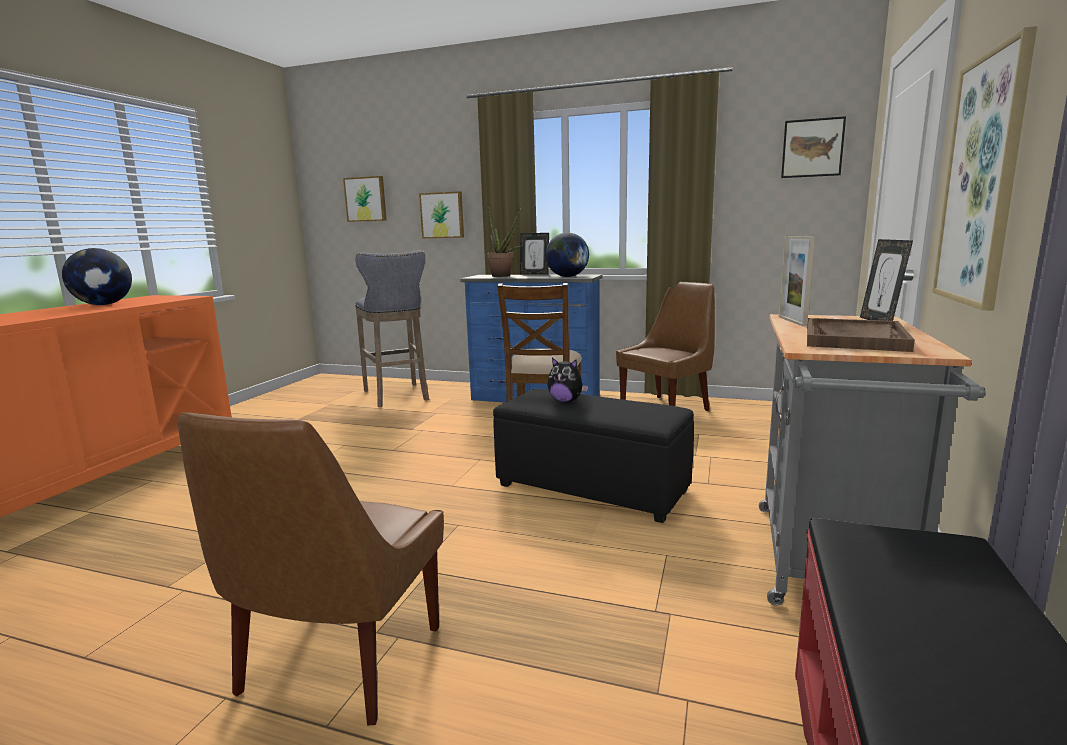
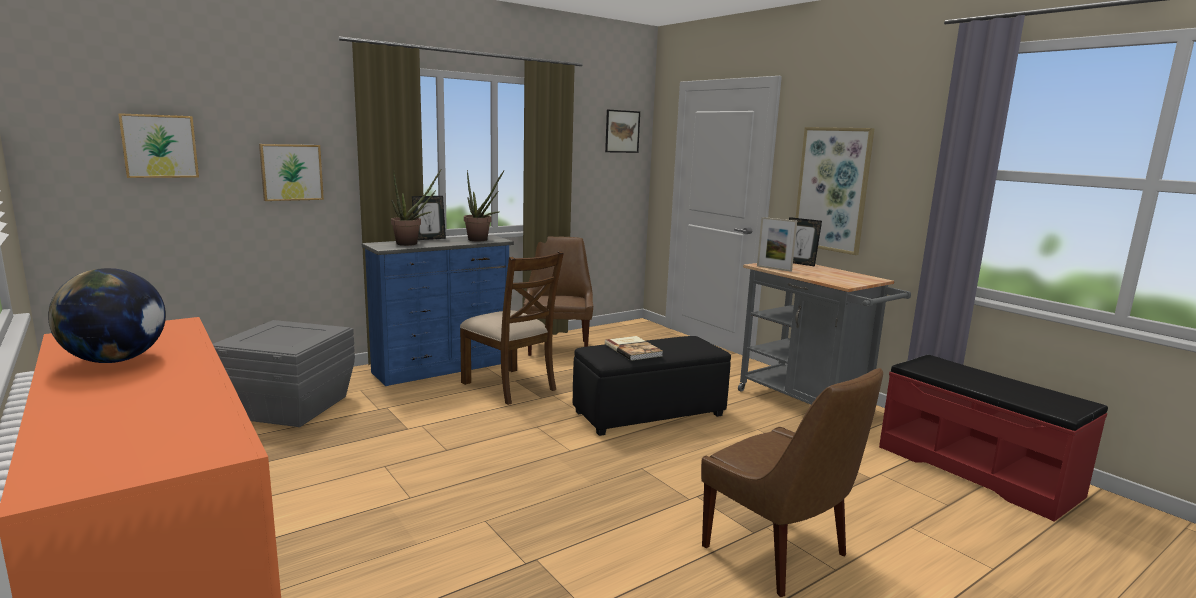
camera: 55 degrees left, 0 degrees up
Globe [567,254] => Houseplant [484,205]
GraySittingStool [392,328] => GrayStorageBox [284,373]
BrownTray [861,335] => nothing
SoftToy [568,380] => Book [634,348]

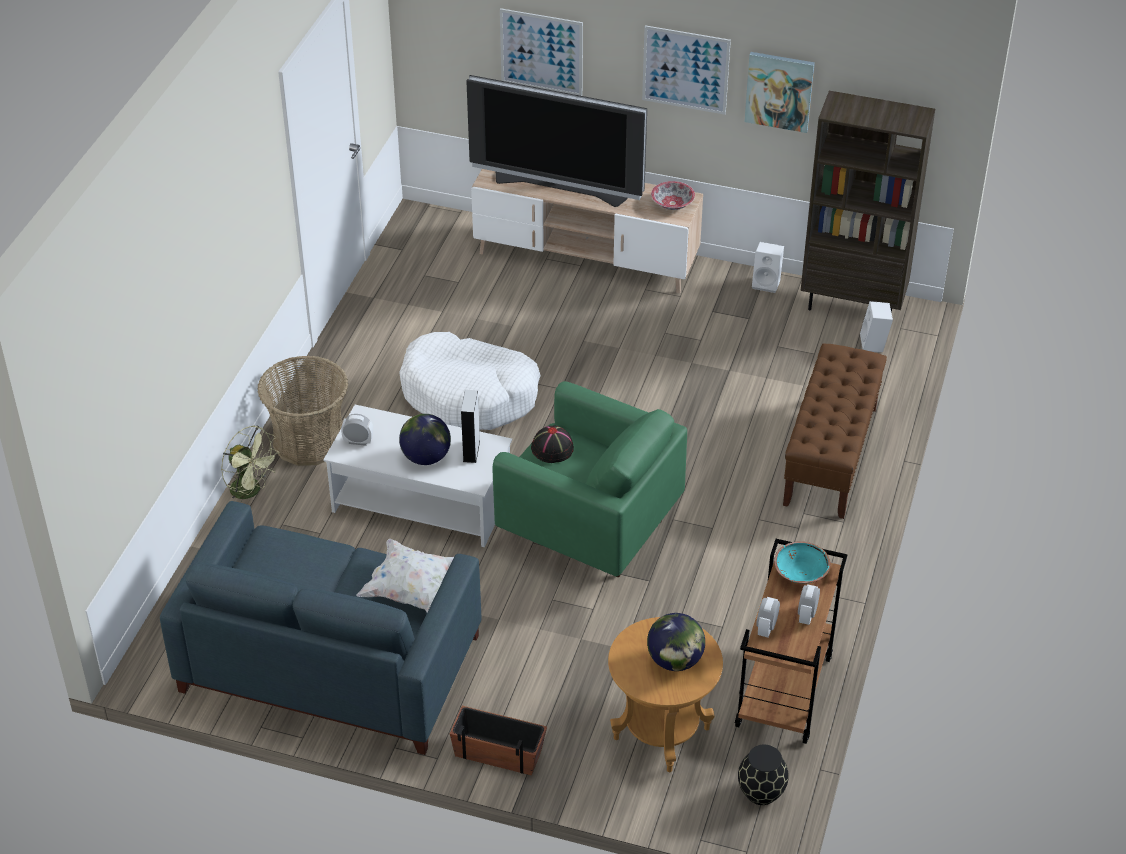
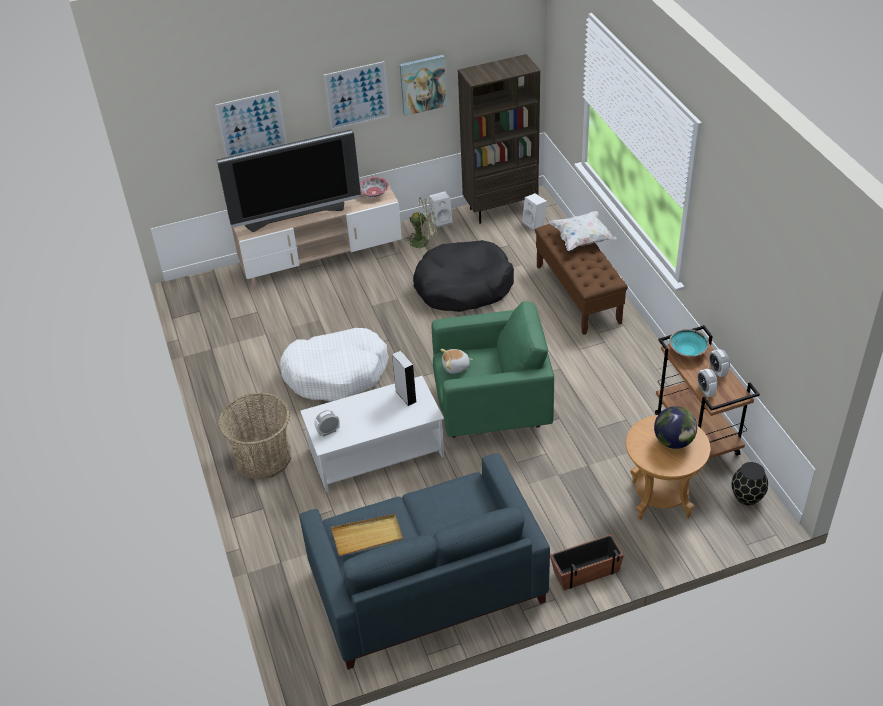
camera: 35 degrees left, 0 degrees up
Globe [425,439] => nothing
GreenishElectricFan [250,462] => GreenishElectricFan [420,223], relocated
BlackColouredWearableHat [552,444] => SoftToy [456,361]
WhiteCushion [405,575] => WhiteCushion [583,231], relocated
nothing => BlackColouredPetBed [463,276]
nothing => BeigeTray [367,535]

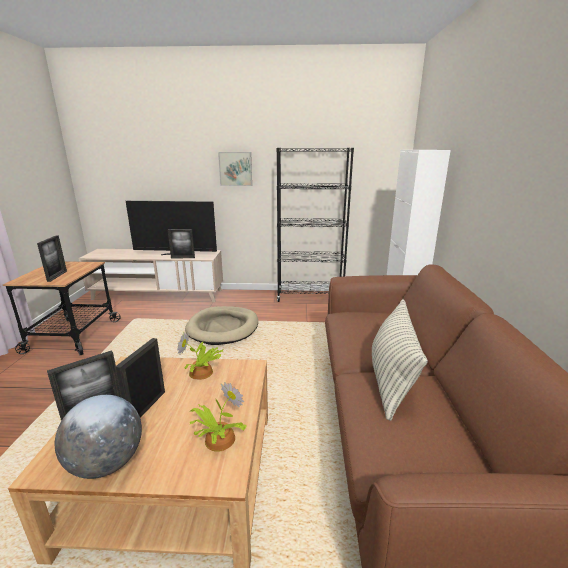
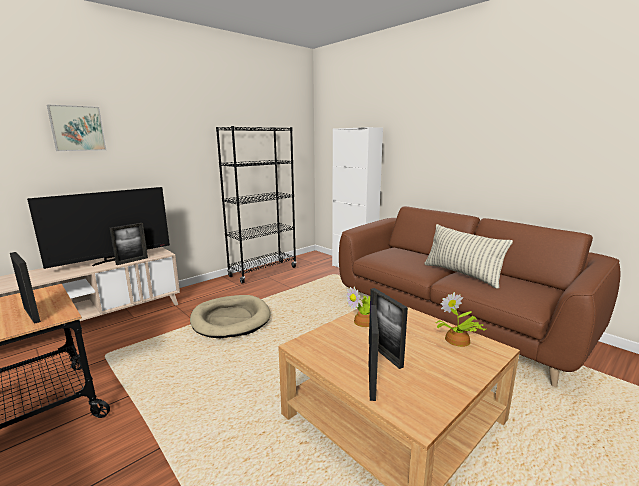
camera: 45 degrees left, 5 degrees down
WallArt [235,169] => WallArt [76,127], relocated
Globe [98,437] => nothing

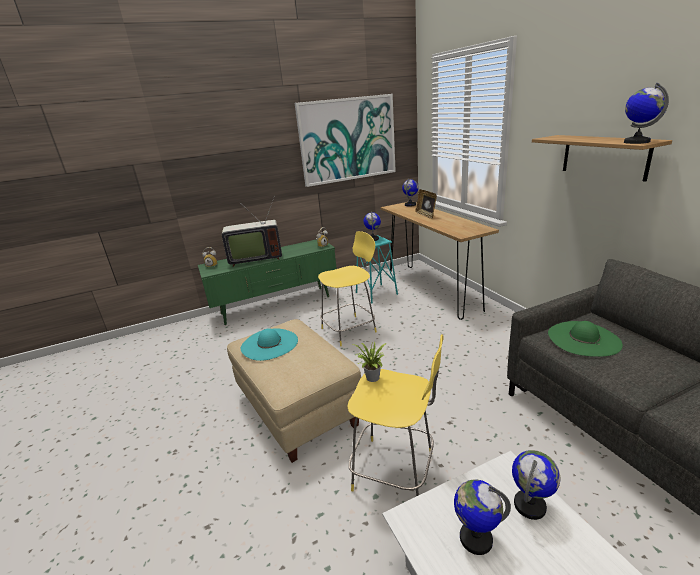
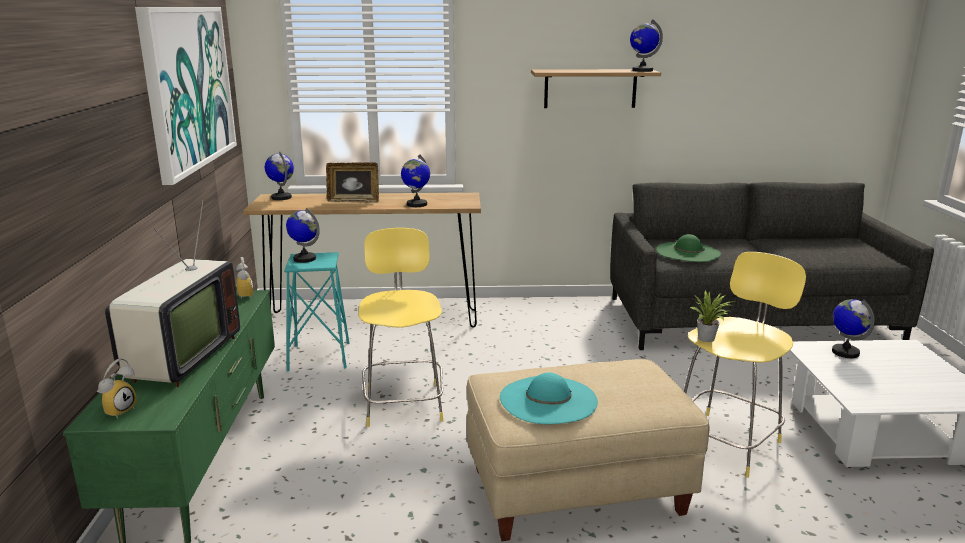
camera: 70 degrees left, 5 degrees down
Globe [482,517] => Globe [415,180], relocated

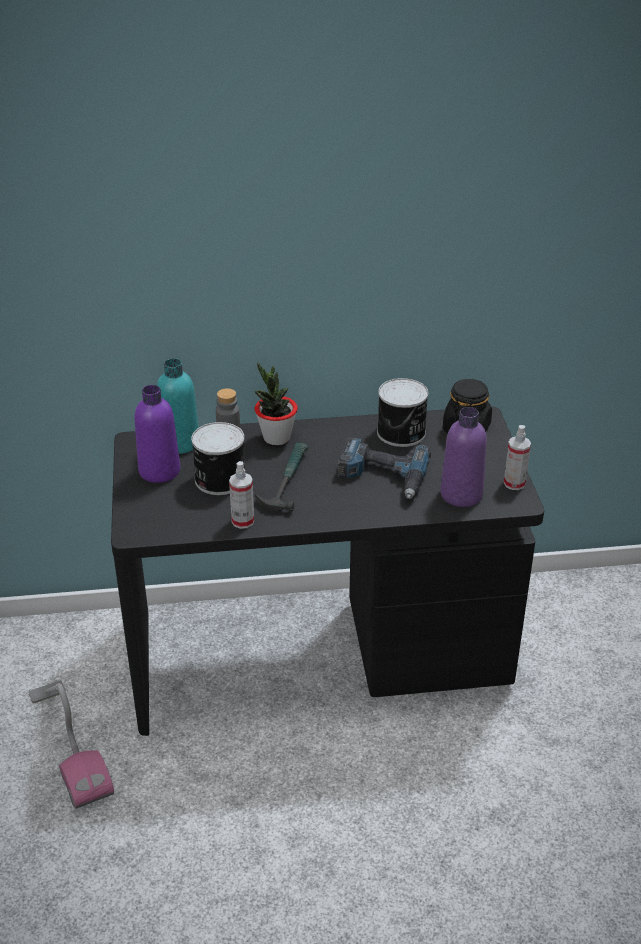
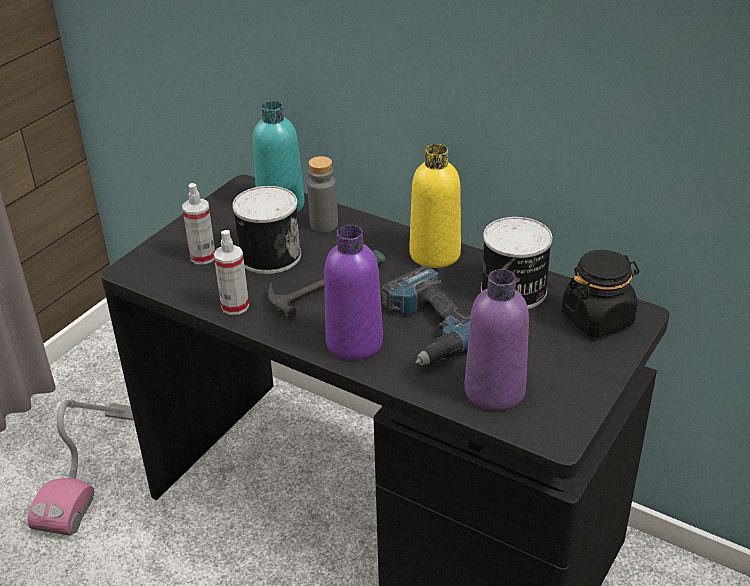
camera: 40 degrees right, 0 degrees up
Houseplant [276,404] => nothing
PurpleColouredBeverageBottle [157,434] => PurpleColouredBeverageBottle [353,292], relocated
Sprayer [517,457] => Sprayer [198,224], relocated
nothing => YellowishBeverageBottle [435,206]

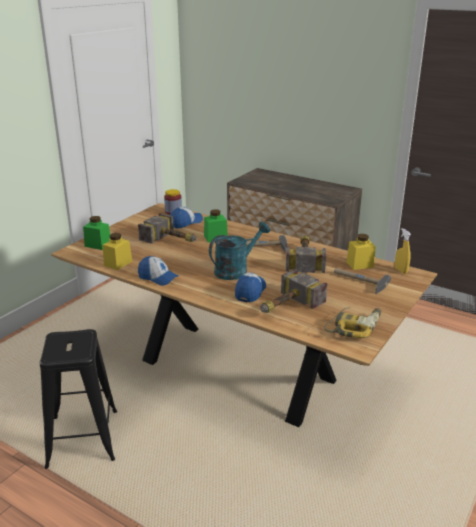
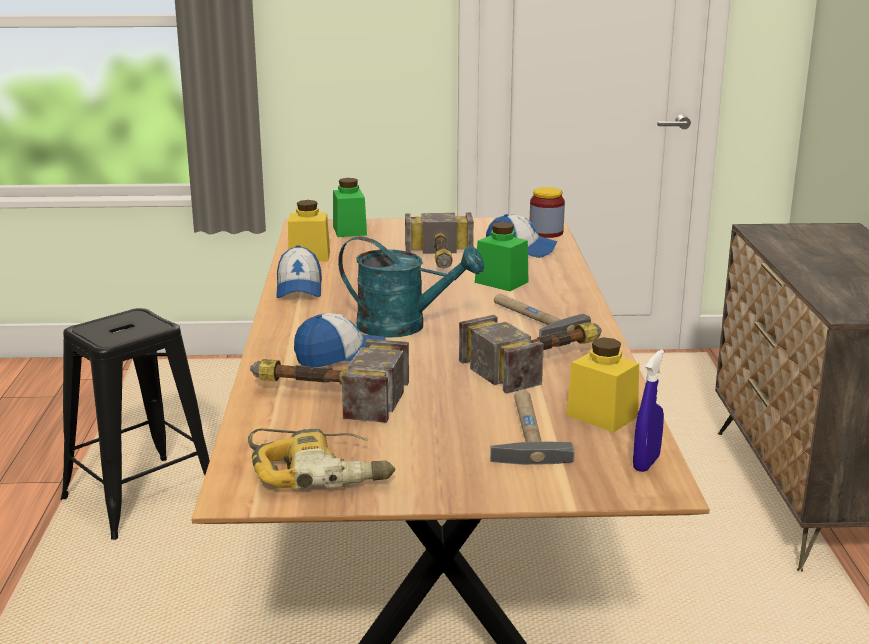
camera: 55 degrees right, 5 degrees down
YellowishSprayer [403,251] => BluishSprayer [648,410]

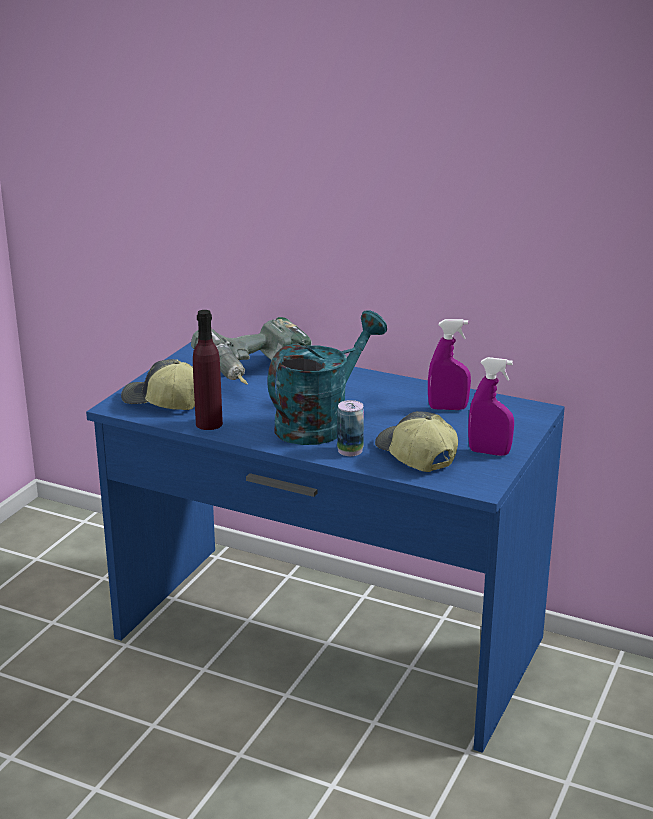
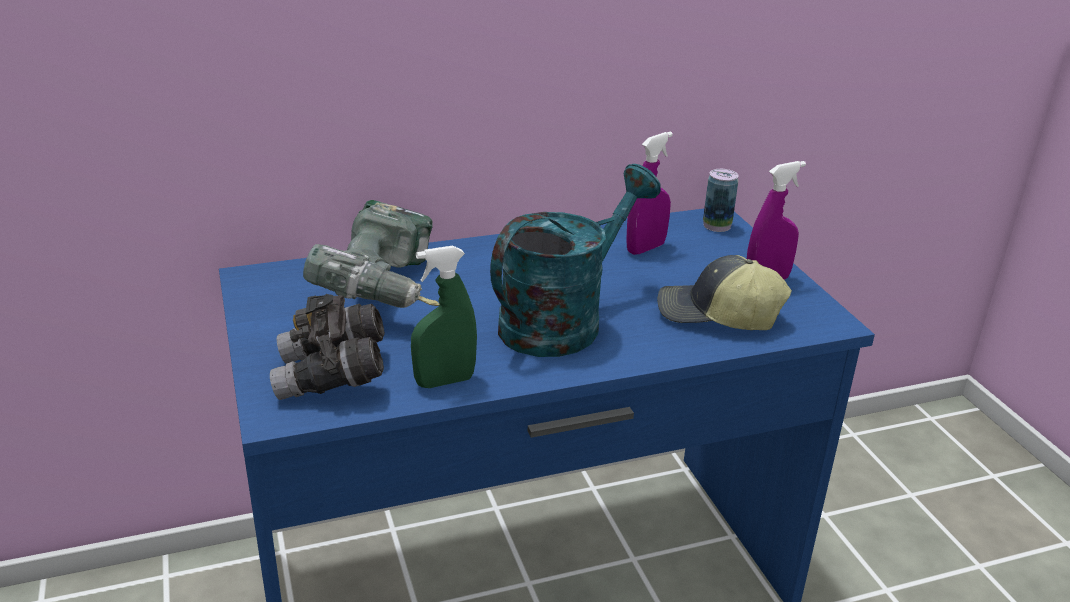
camera: 45 degrees left, 5 degrees up
PurpleColouredBeverageBottle [208,370] => GreenishSprayer [444,317]
TurquoiseColouredWateringCan [327,377] => TurquoiseColouredWateringCan [575,260], 45 degrees clockwise
BaseballCap [158,384] => GrayBinoculars [327,347]
MetalCan [350,428] => MetalCan [721,200], relocated

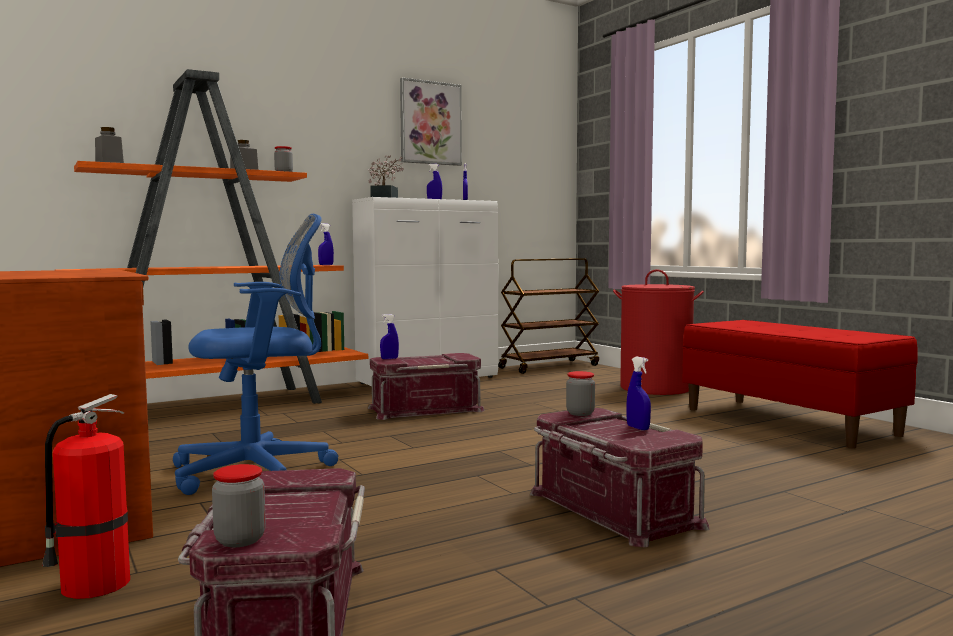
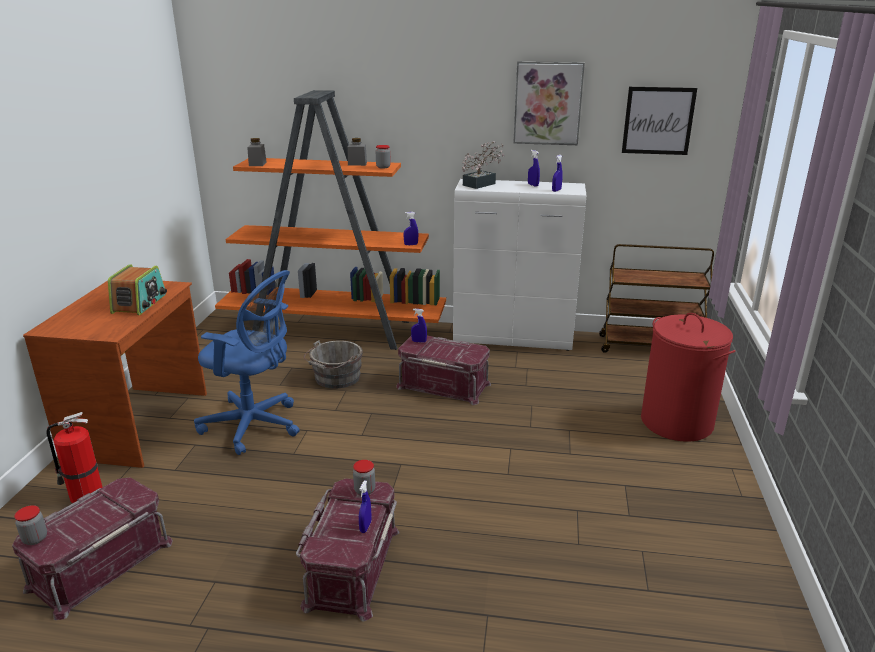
camera: 40 degrees right, 20 degrees up
RedColouredBench [800,384] => nothing
nothing => WallArt [659,121]
nothing => RadioReceiver [137,289]
nothing => GrayWaterBucket [333,364]

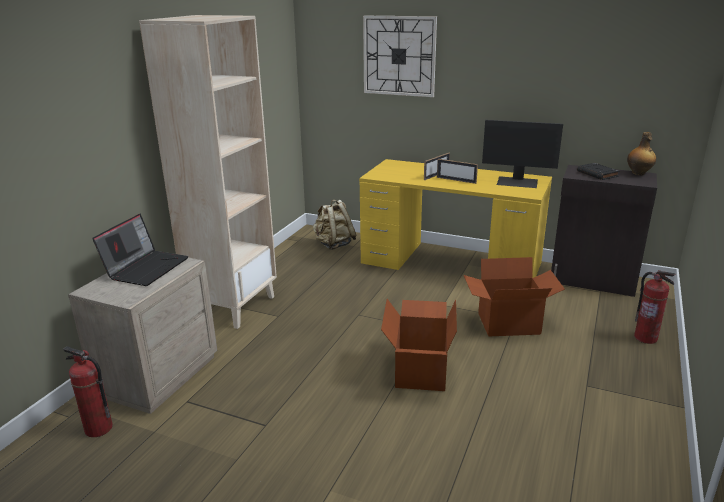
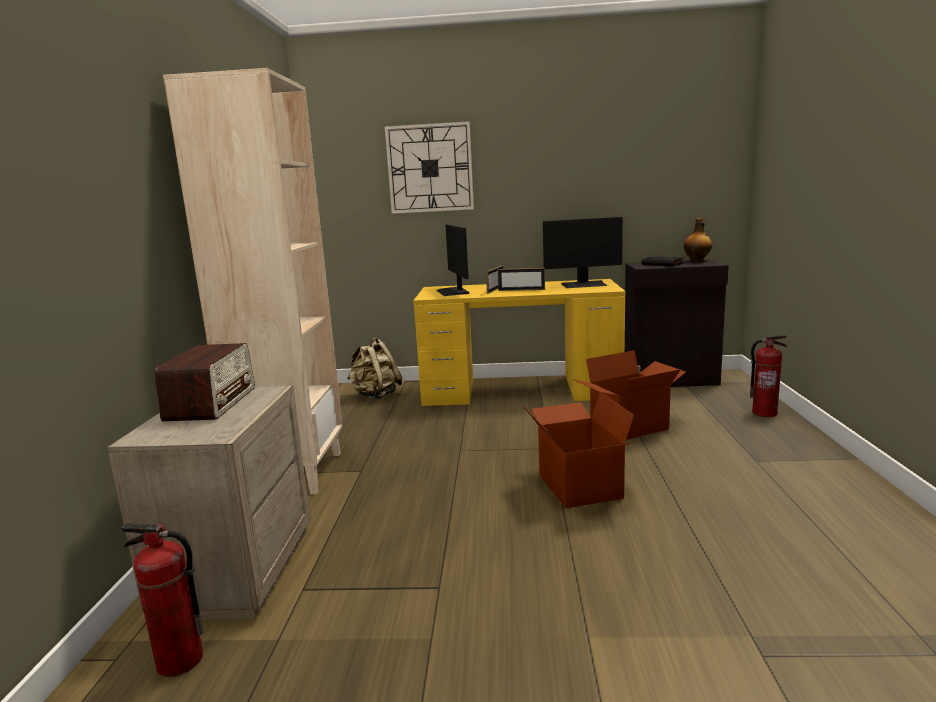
camera: 20 degrees left, 10 degrees down
PortableComputer [140,250] => RadioReceiver [205,382]
nothing => Monitor [452,260]

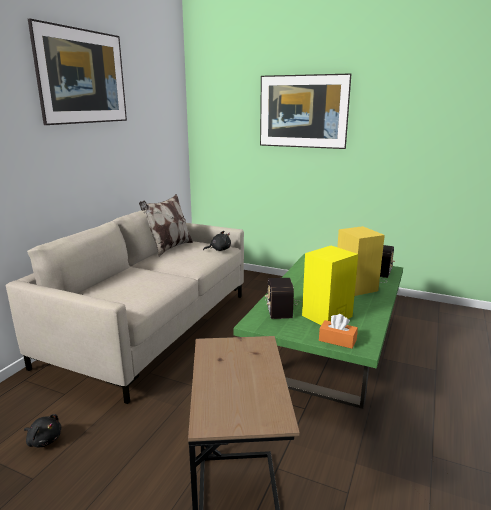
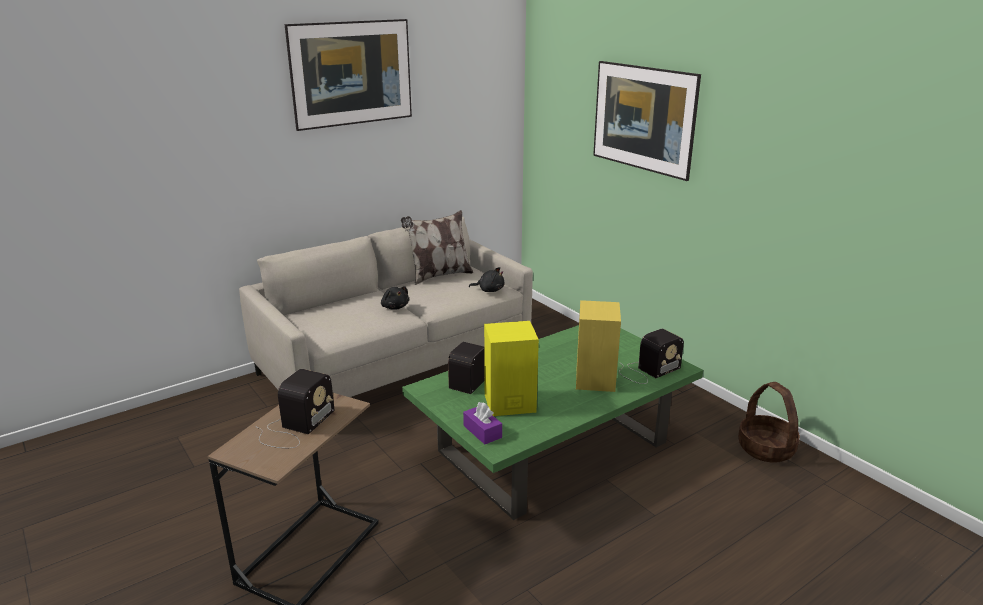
camera: 30 degrees right, 5 degrees up
OrangeyTissueBox [338,331] => PurpleColouredTissueBox [482,423]
BlackColouredSoftToy [42,430] => BlackColouredSoftToy [395,298], relocated
nothing => RadioReceiver [296,408]
nothing => Basket [769,422]

